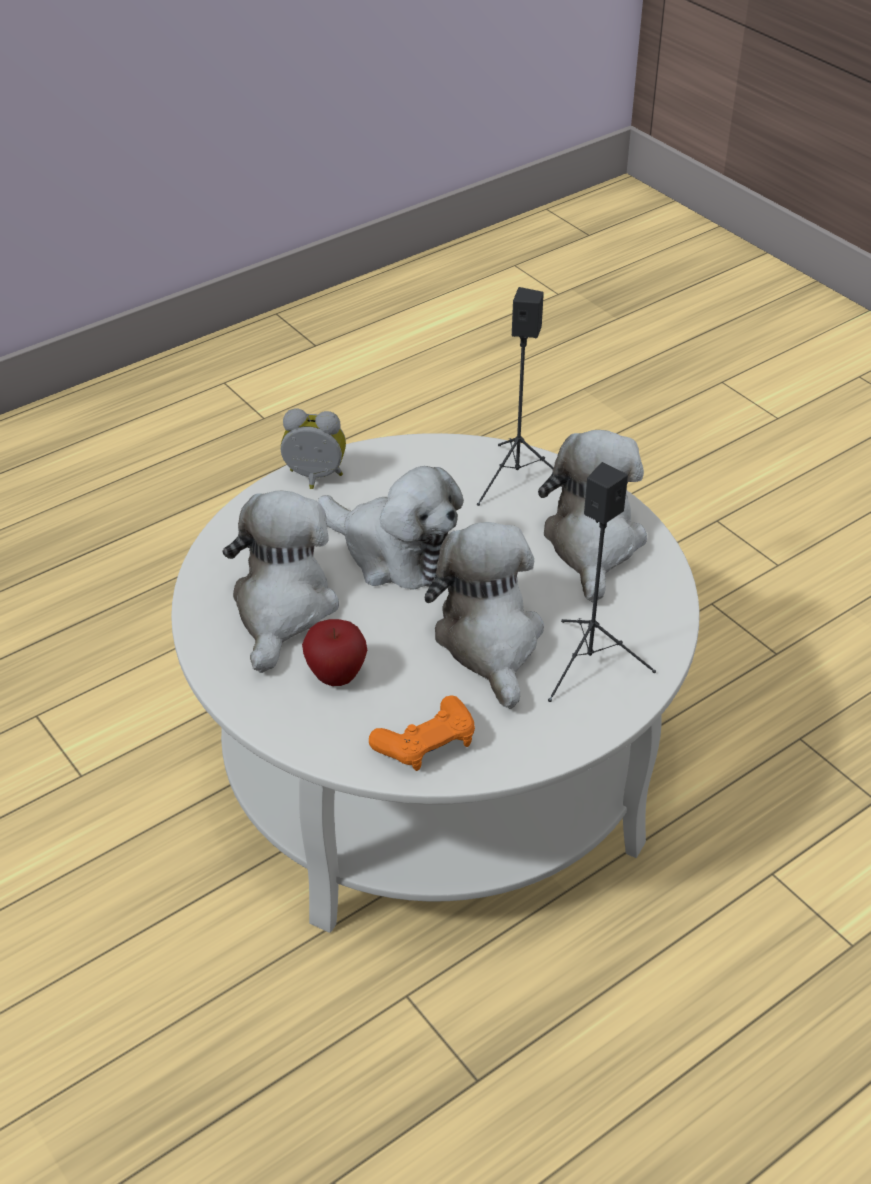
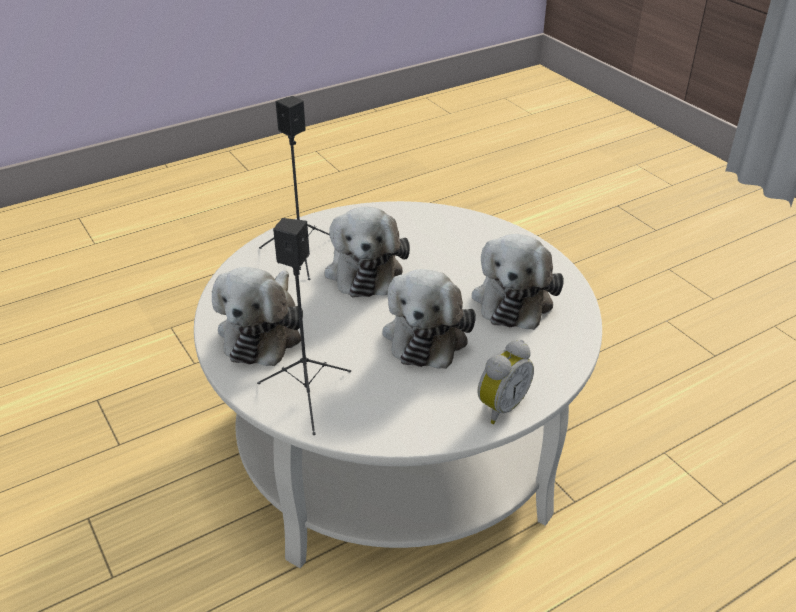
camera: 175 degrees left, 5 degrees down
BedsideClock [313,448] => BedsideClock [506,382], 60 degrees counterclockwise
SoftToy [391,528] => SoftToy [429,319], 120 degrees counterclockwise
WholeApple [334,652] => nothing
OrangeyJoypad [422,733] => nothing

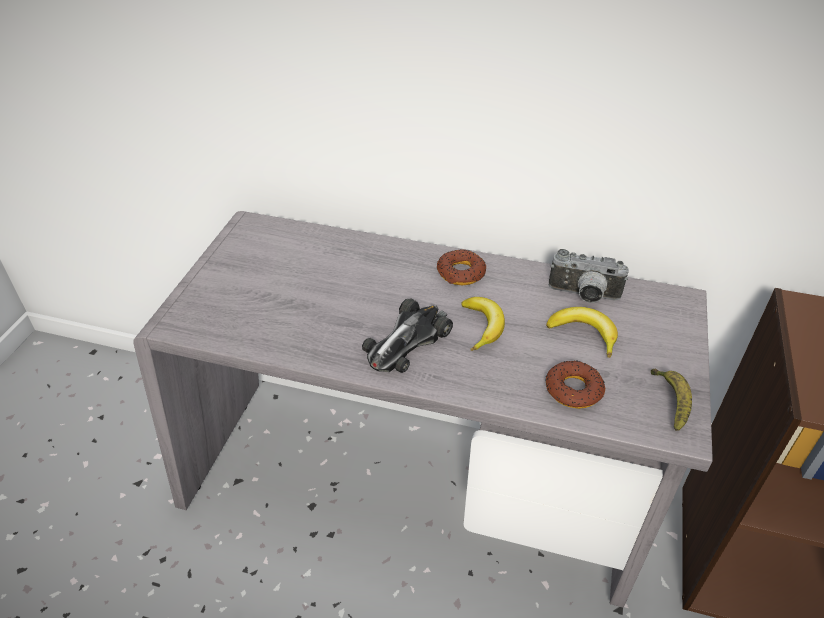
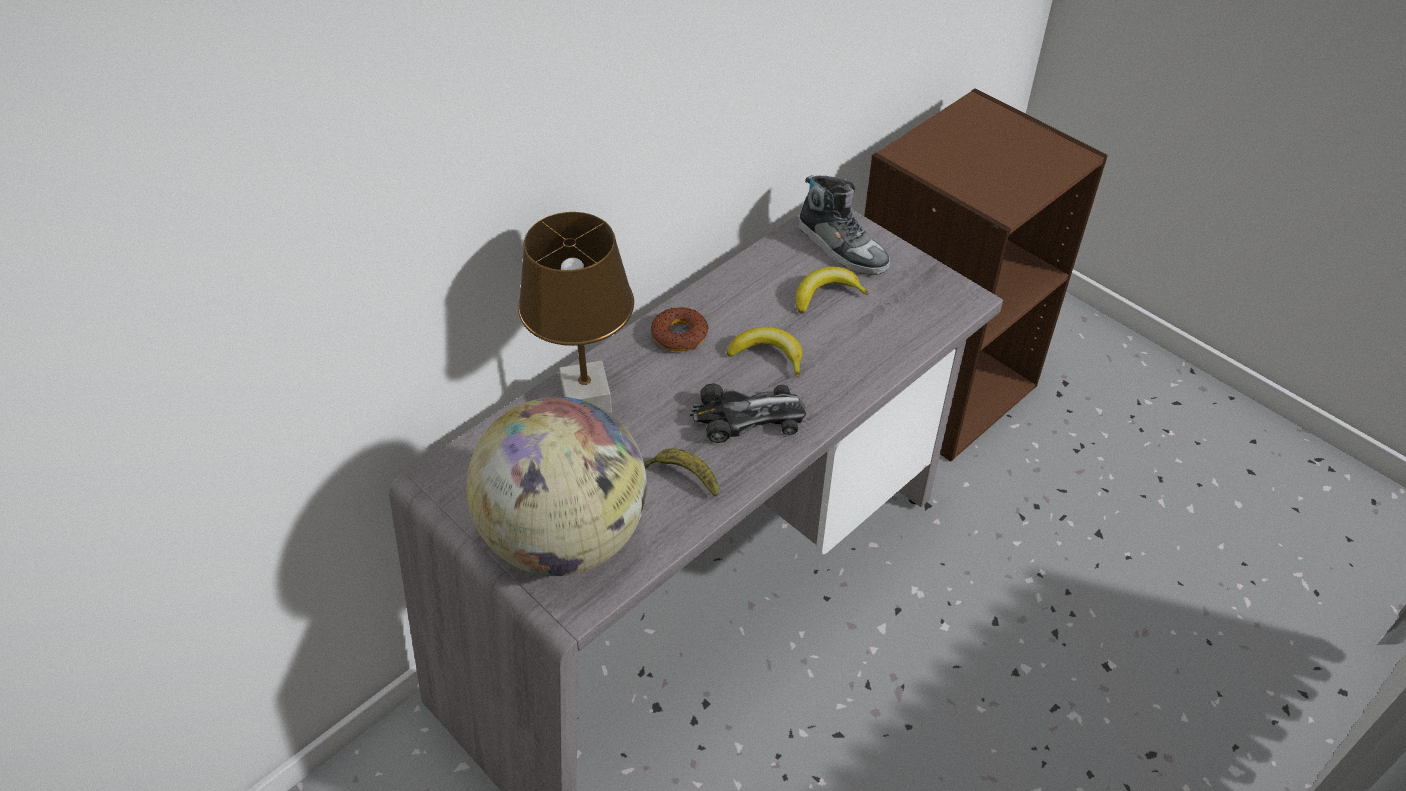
camera: 60 degrees left, 5 degrees up
PhotoCamera [589,276] => nothing
ModelCar [407,335] => ModelCar [748,413], 75 degrees counterclockwise
Doughnut [575,384] => nothing
BananaFruit [671,399] => BananaFruit [681,472], relocated
nothing => LowShoe [844,225]
nothing => BrownTableLamp [576,312]
nothing => Globe [556,486]

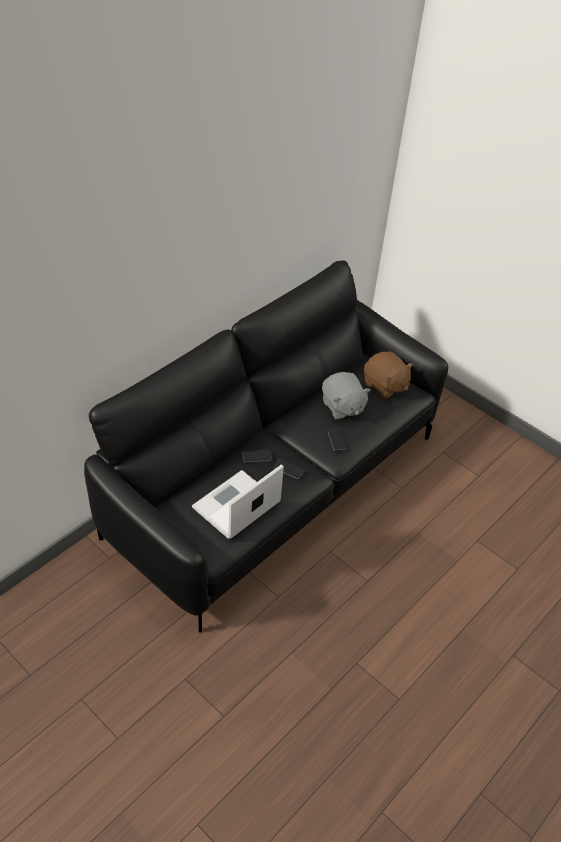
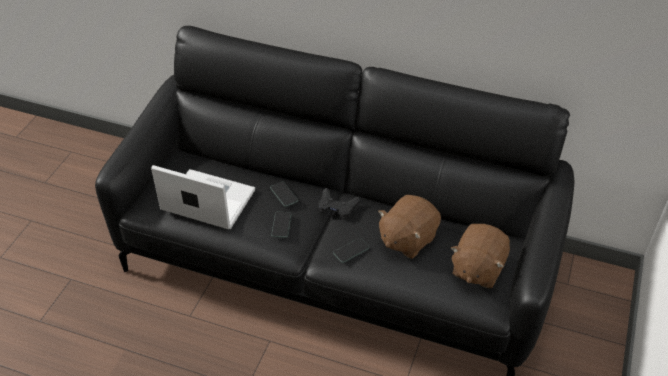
camera: 70 degrees right, 0 degrees up
GraySoftToy [346,396] => BrownSoftToy [409,227]
nothing => BlackColouredJoypad [338,203]

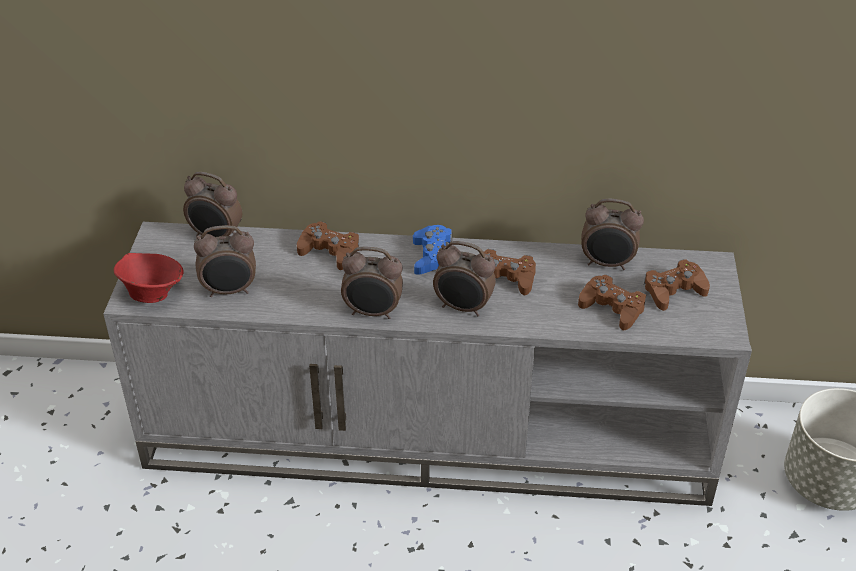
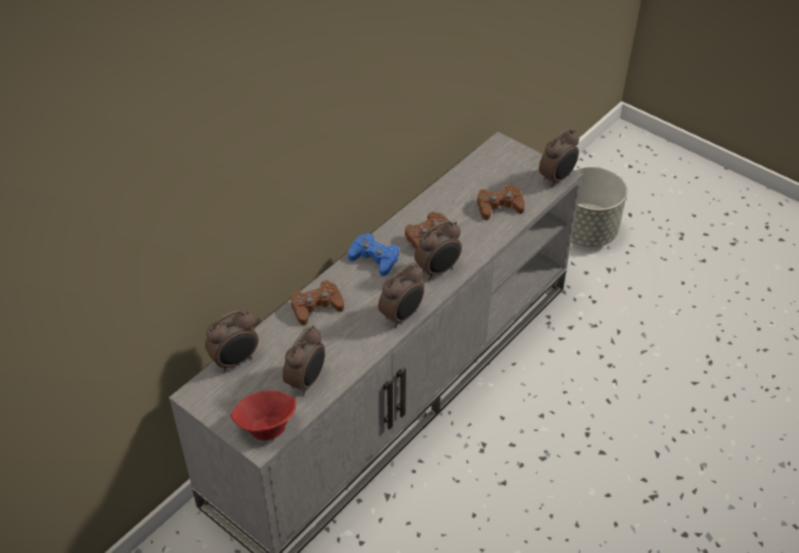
camera: 55 degrees left, 5 degrees up
BedsideClock [612,234] => BedsideClock [559,158], relocated
BrownJoypad [677,285] => nothing

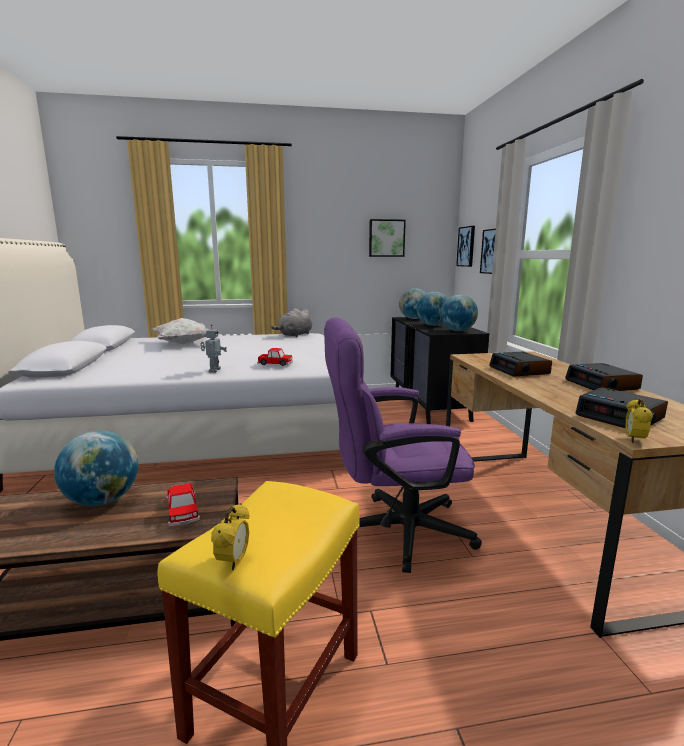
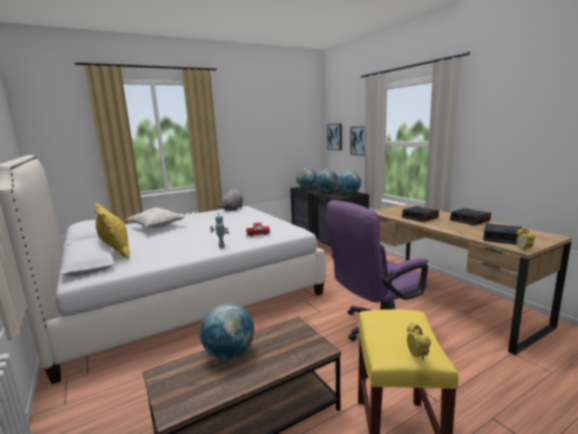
camera: 20 degrees left, 0 degrees up
WallArt [387,238] => nothing
ModelCar [183,505] => nothing
nothing => YellowishCushion [112,231]

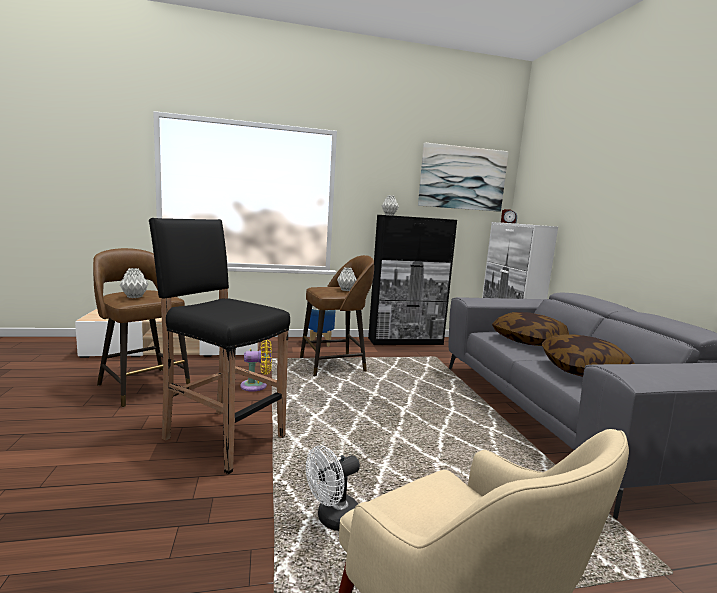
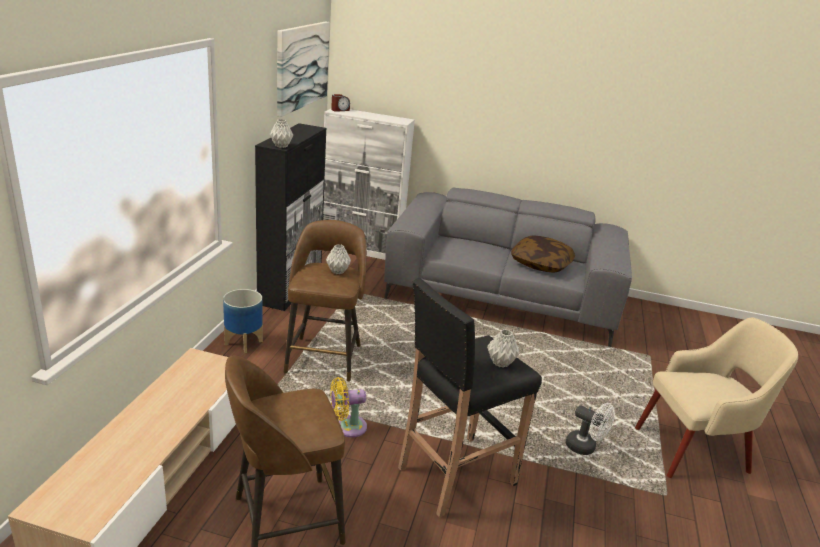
camera: 65 degrees left, 15 degrees up
GrayFlowerVase [134,283] => GrayFlowerVase [503,348], relocated
Cushion [530,329] => nothing
YellowishElectricFan [256,365] => YellowishElectricFan [348,407], 120 degrees counterclockwise
WhiteElectricFan [333,488] => WhiteElectricFan [590,429], 45 degrees counterclockwise

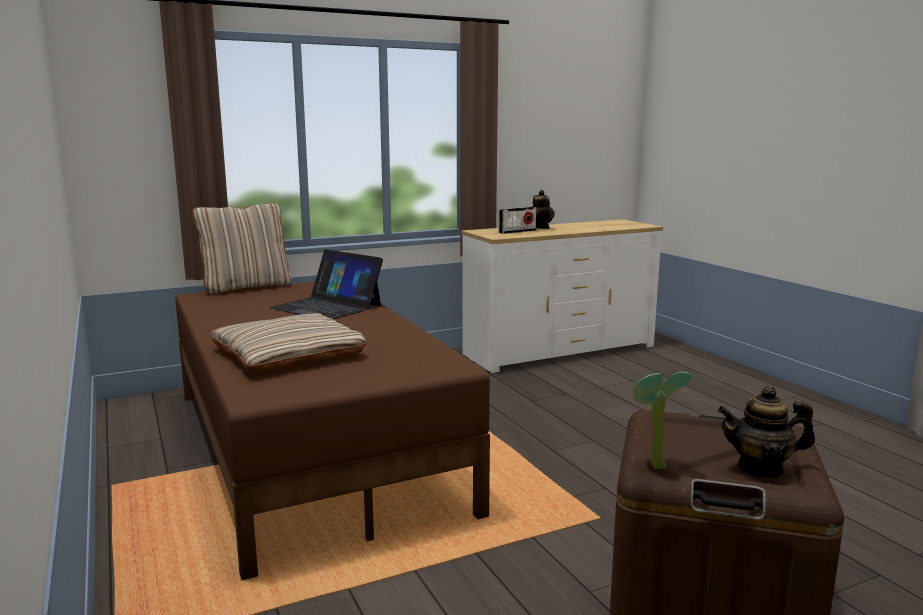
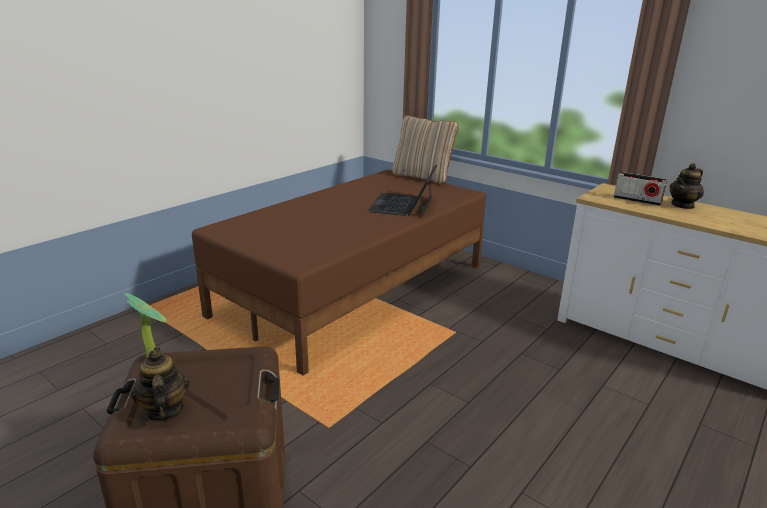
camera: 65 degrees right, 10 degrees up
BeigeCushion [289,342] => nothing

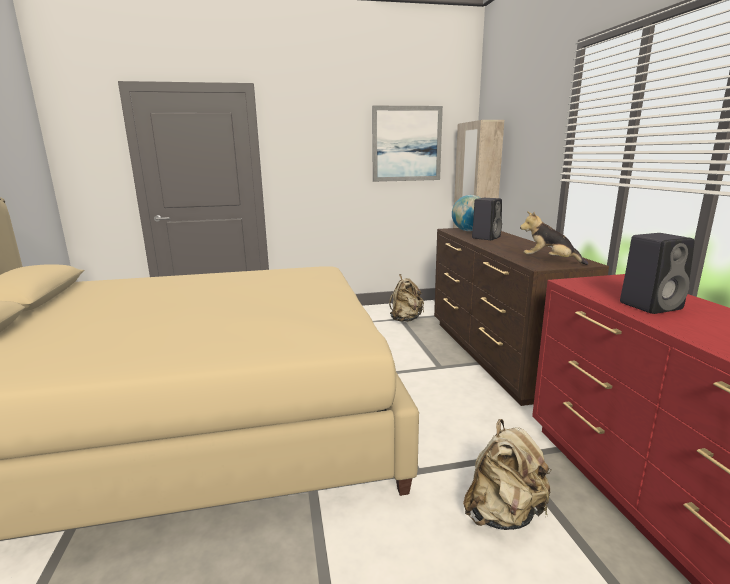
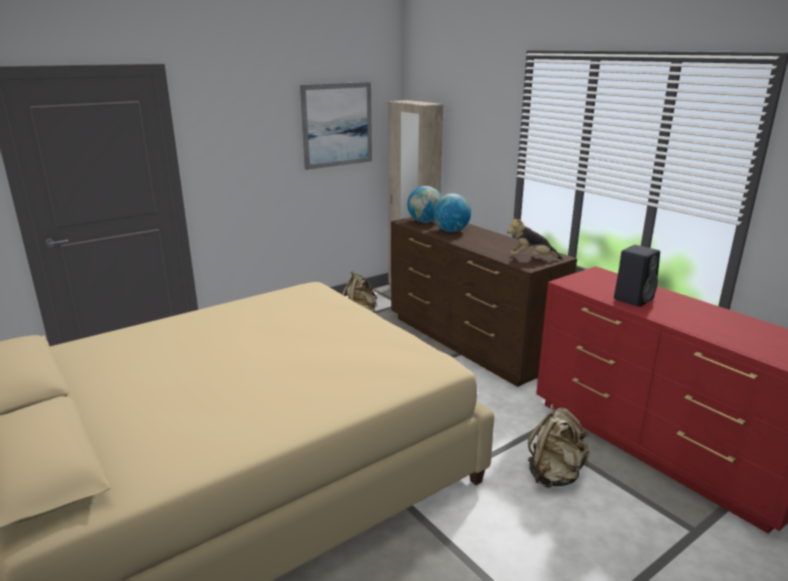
camera: 25 degrees left, 5 degrees up
BlackColouredAudioSpeaker [487,219] => Globe [452,212]

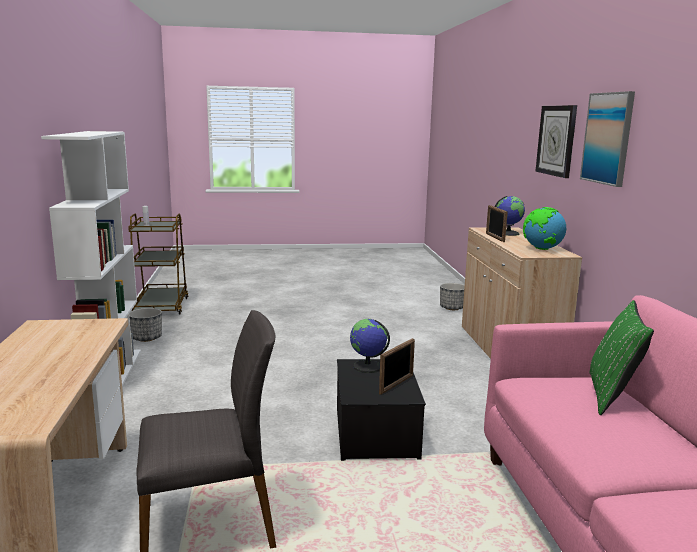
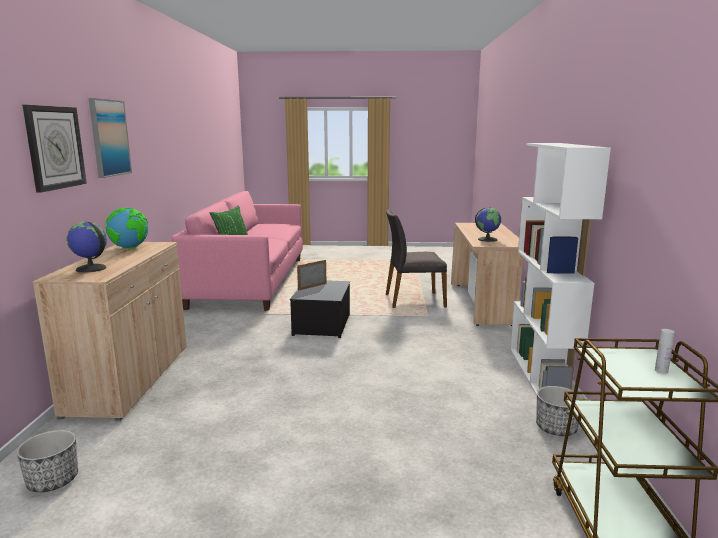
camera: 170 degrees left, 0 degrees up
StandingFrame [497,223] => nothing
Globe [370,346] => Globe [488,225], relocated

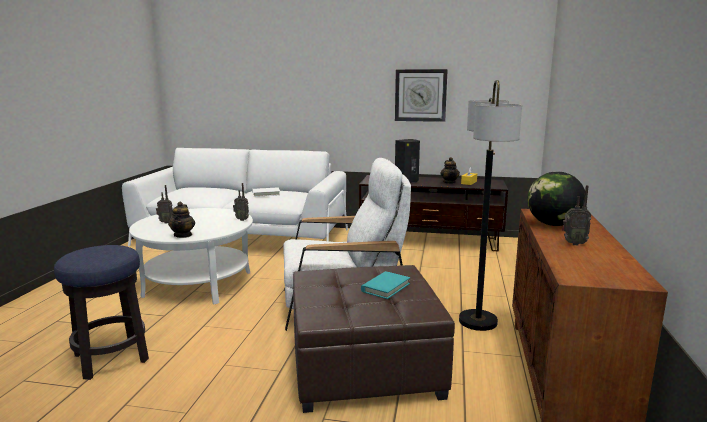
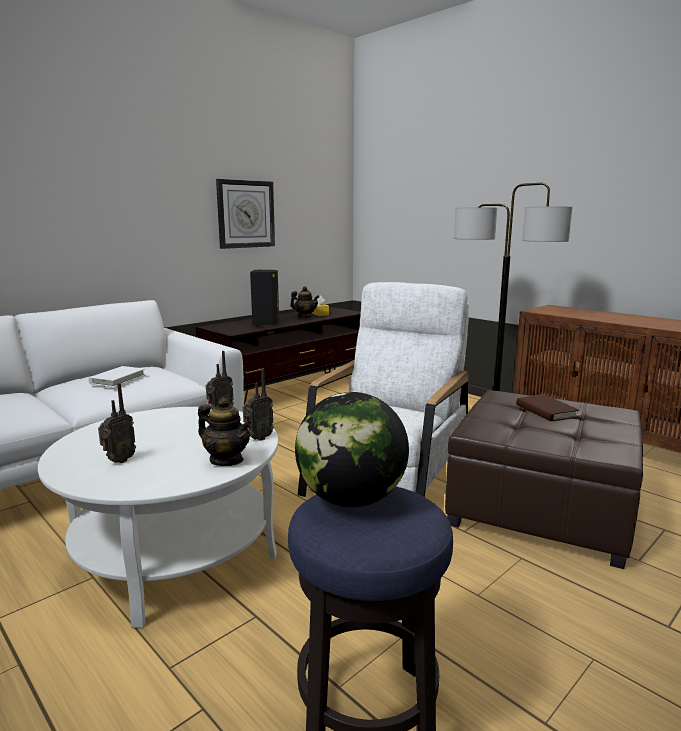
camera: 55 degrees left, 0 degrees up
Globe [556,198] => Globe [352,449], relocated
RadioReceiver [576,215] => RadioReceiver [258,404], relocated
TurquoiseColouredBook [385,285] => BrownBook [547,408]

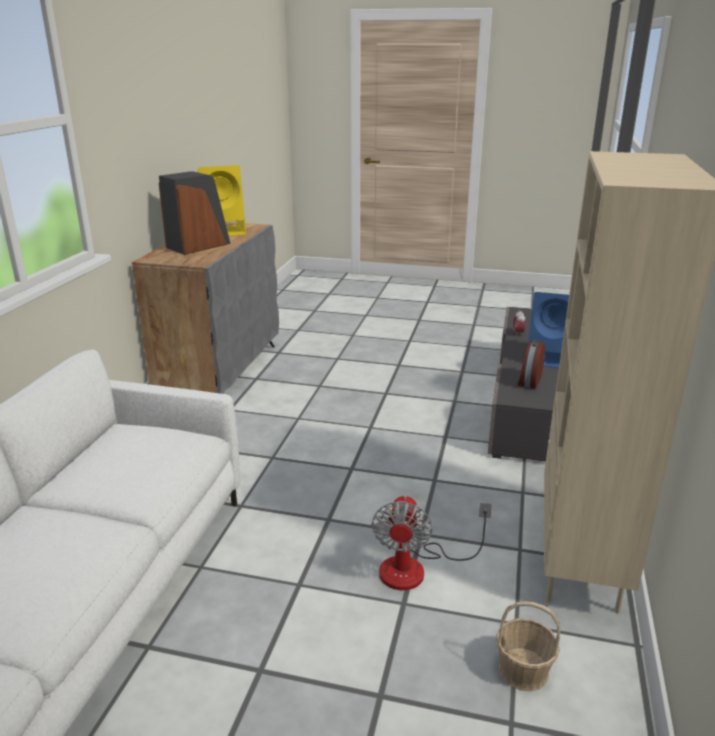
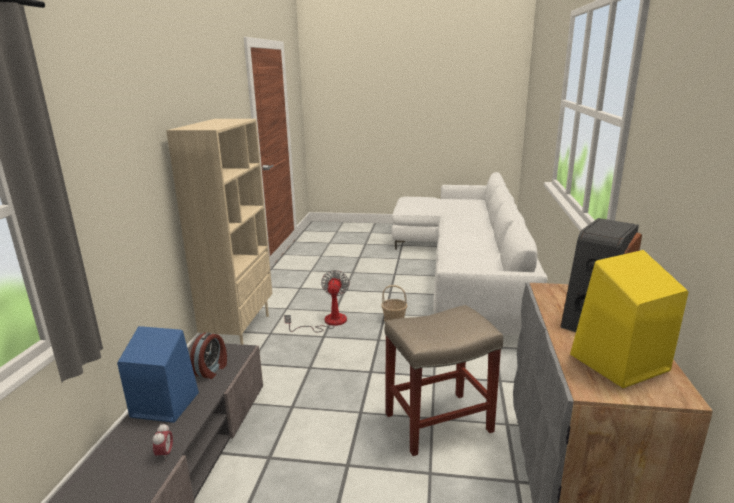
camera: 175 degrees right, 5 degrees down
Basket [528,646] => Basket [394,303], relocated
nothing => BeigeSittingStool [444,380]

